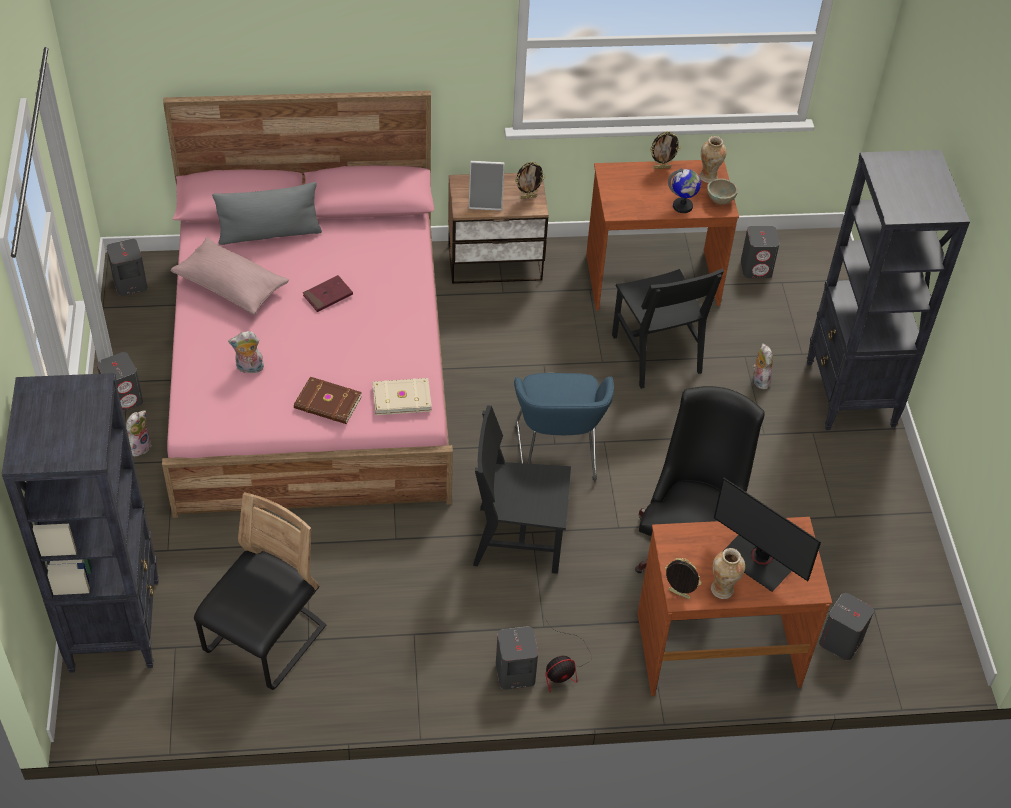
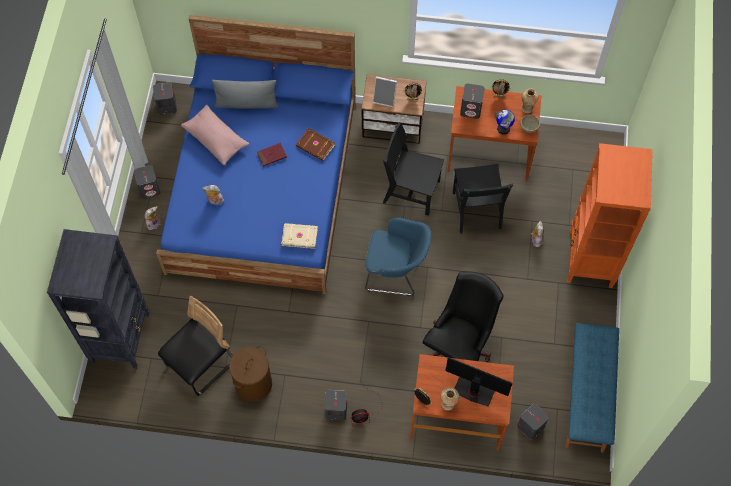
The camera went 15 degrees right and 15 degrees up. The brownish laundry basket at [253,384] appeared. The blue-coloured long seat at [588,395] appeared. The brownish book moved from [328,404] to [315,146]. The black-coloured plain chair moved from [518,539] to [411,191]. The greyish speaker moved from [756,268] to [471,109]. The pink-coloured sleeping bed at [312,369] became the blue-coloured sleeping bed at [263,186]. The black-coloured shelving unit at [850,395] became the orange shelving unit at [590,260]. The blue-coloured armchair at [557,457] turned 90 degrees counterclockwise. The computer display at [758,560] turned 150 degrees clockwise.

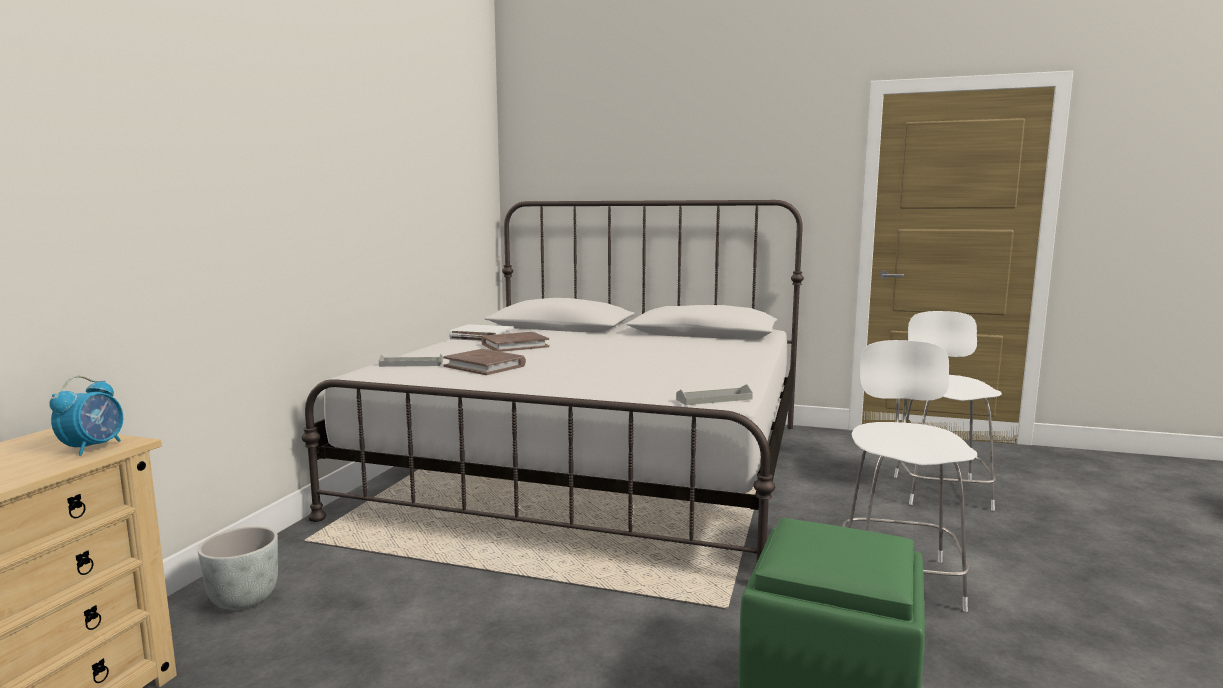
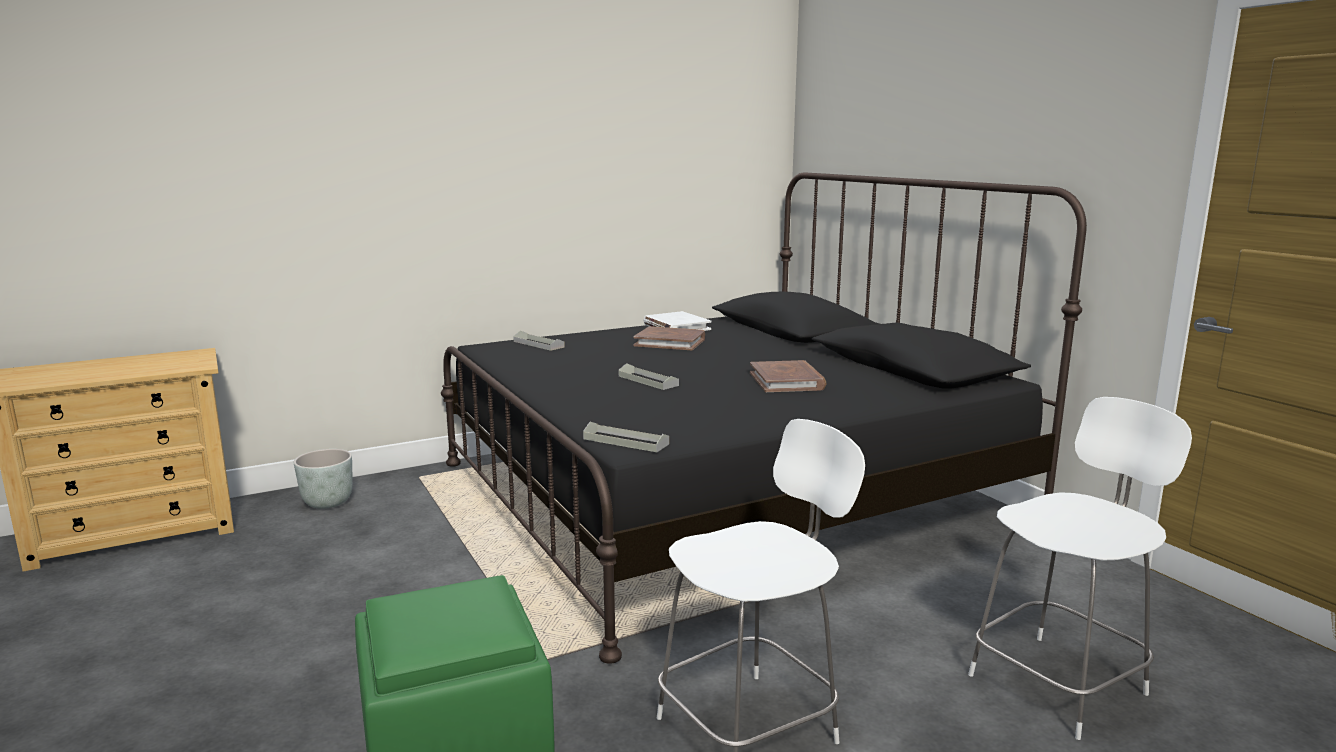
The camera went 45 degrees right and 5 degrees up. The alarm clock at [93,447] disappeared. The greyish carrying tray at [648,381] appeared. The brownish book moved from [485,366] to [786,381]. The white-coloured sleeping bed at [595,465] became the black-coloured sleeping bed at [722,494].

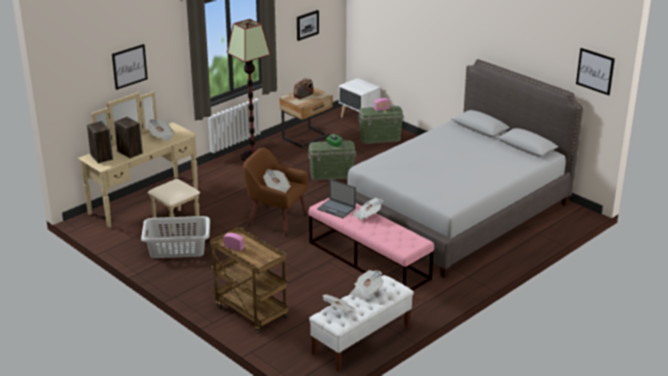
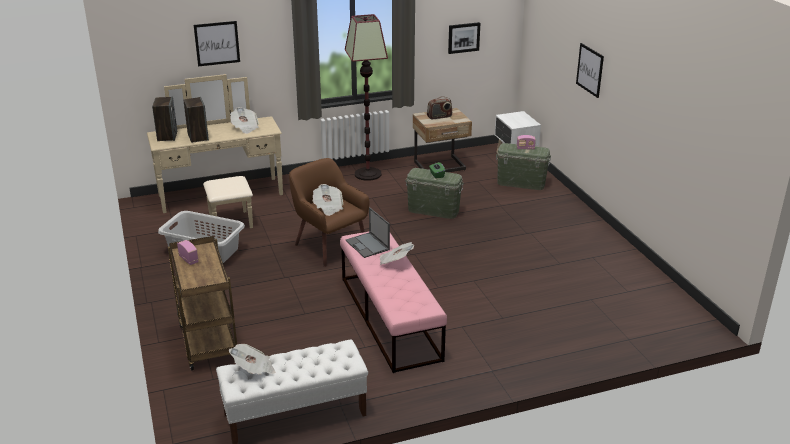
The camera went 25 degrees right and 0 degrees up. The greyish sleeping bed at [456,213] disappeared. The daily paper at [366,292] disappeared. The picture moved from [595,71] to [590,70].

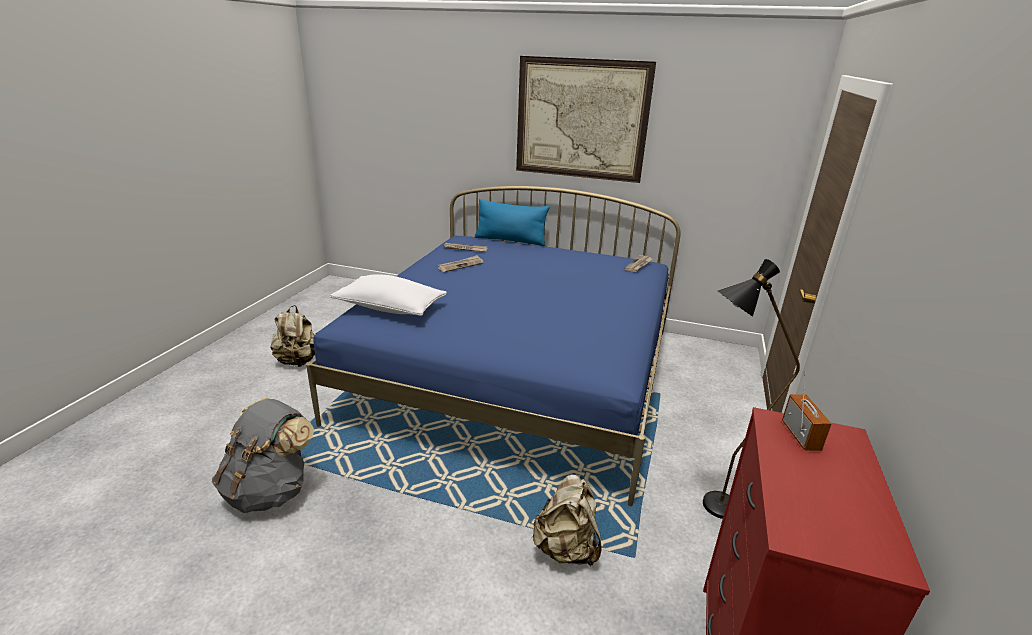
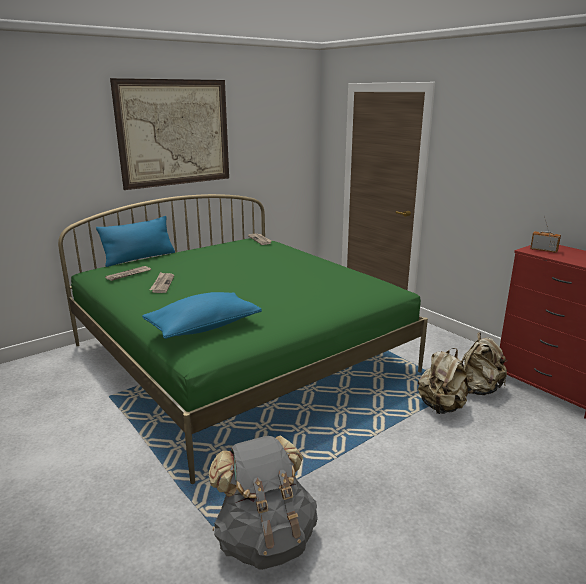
The camera went 55 degrees left and 5 degrees down. The black-coloured standing lamp at [708,508] disappeared. The beige rucksack moved from [298,361] to [478,389]. The blue-coloured sleeping bed at [517,372] became the green-coloured sleeping bed at [240,358]. The white-coloured cushion at [390,308] became the blue-coloured cushion at [203,327].

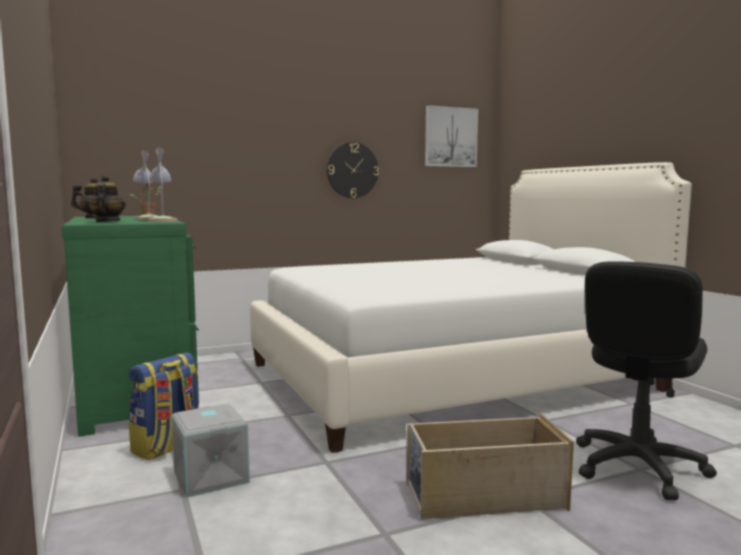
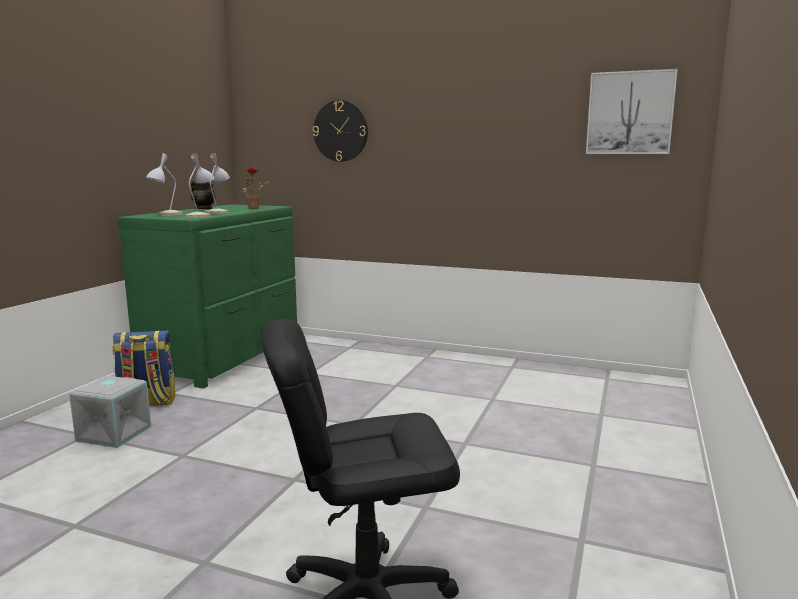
The camera went 45 degrees right and 5 degrees up. The white-coloured sleeping bed at [450,377] disappeared. The beige storage box at [483,497] disappeared. The hanging clock moved from [352,170] to [340,131]. The pot for tea at [107,222] was replaced by the table lamp at [166,215].

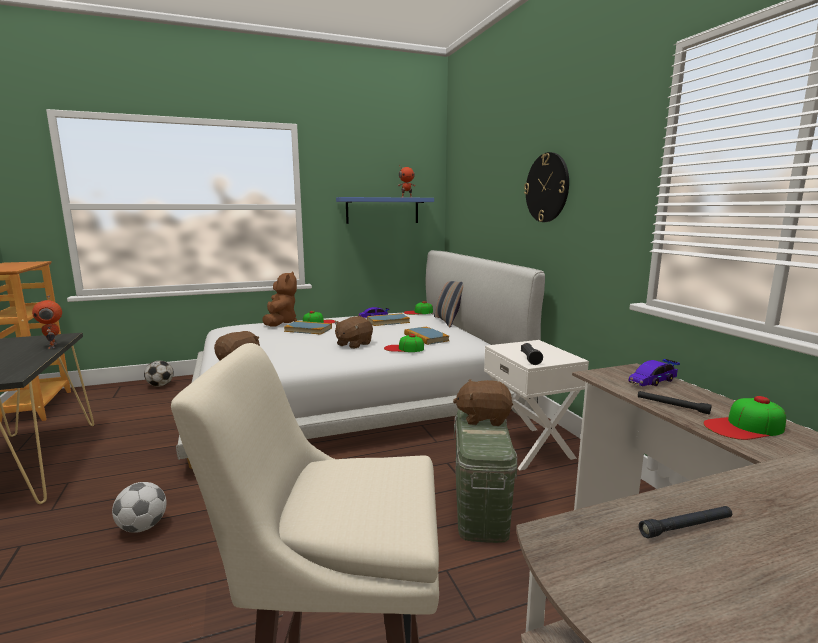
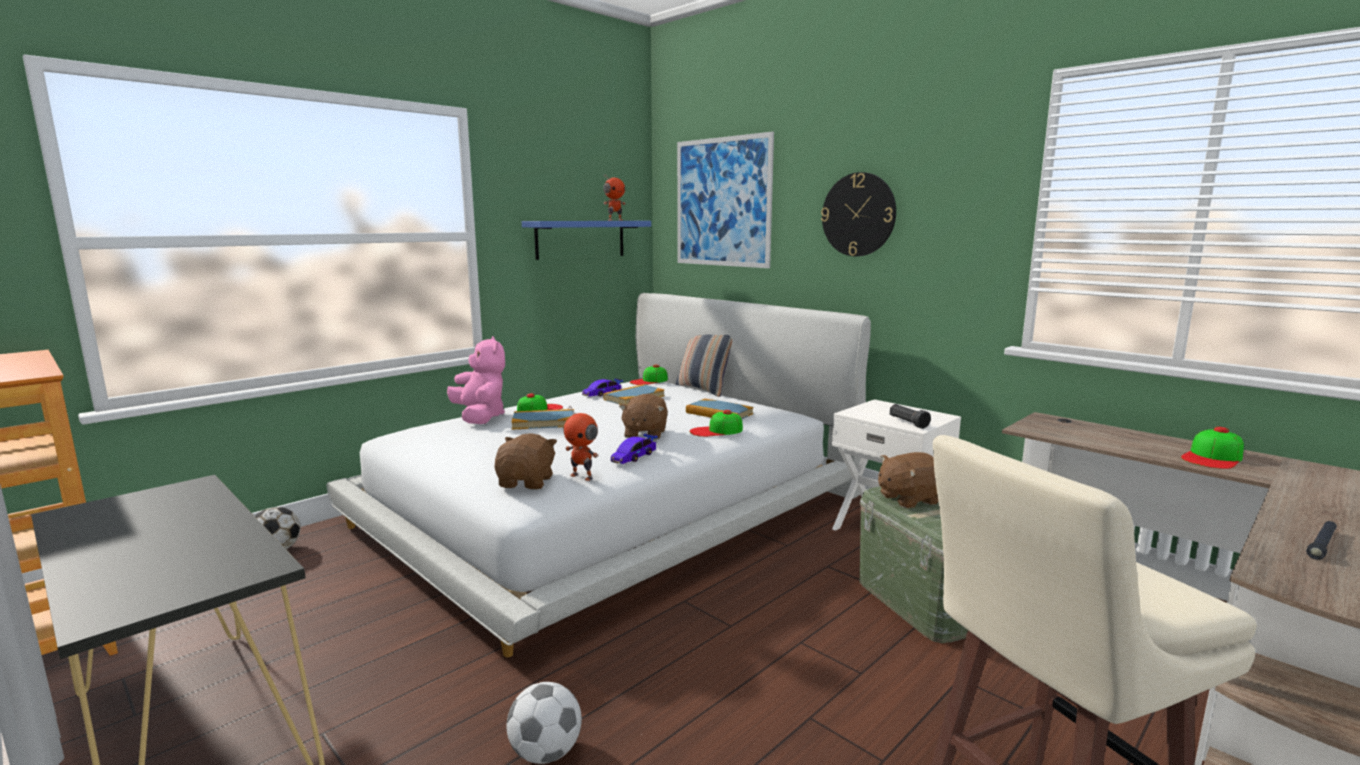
The camera went 25 degrees left and 0 degrees up. The black-coloured flashlight at [672,406] disappeared. The picture at [722,202] appeared. The toy robot moved from [53,346] to [582,476]. The toy car moved from [652,381] to [634,457]. The brownish soft toy at [280,323] became the pink-coloured soft toy at [480,417].

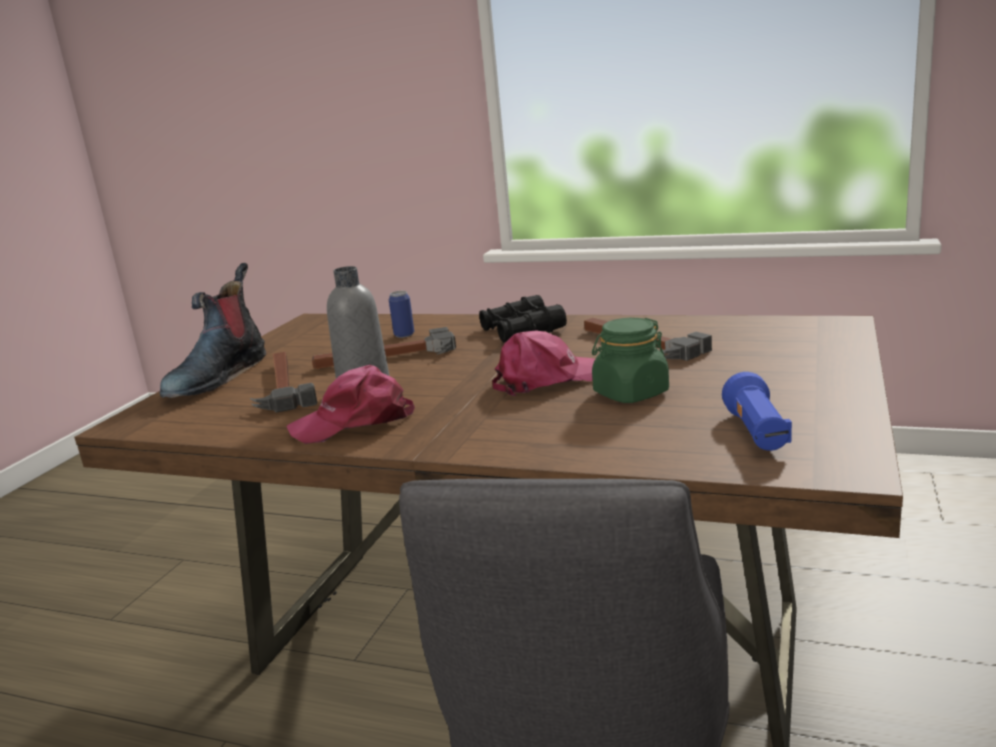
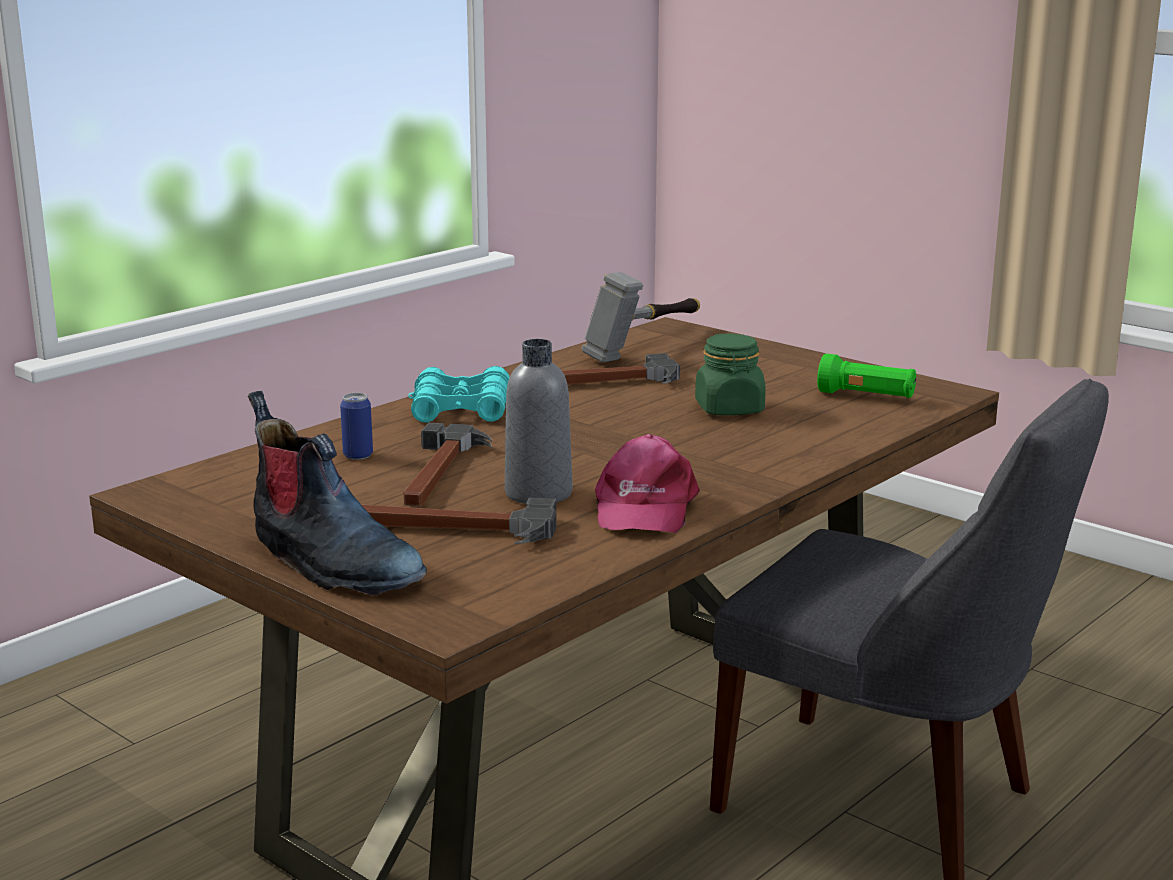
The camera went 70 degrees left and 0 degrees up. The pink-coloured baseball cap at [547,379] disappeared. The hand hammer at [645,346] appeared. The black-coloured pair of binoculars at [522,330] became the turquoise-coloured pair of binoculars at [461,409]. The blue-coloured flashlight at [757,433] became the green-coloured flashlight at [866,396].

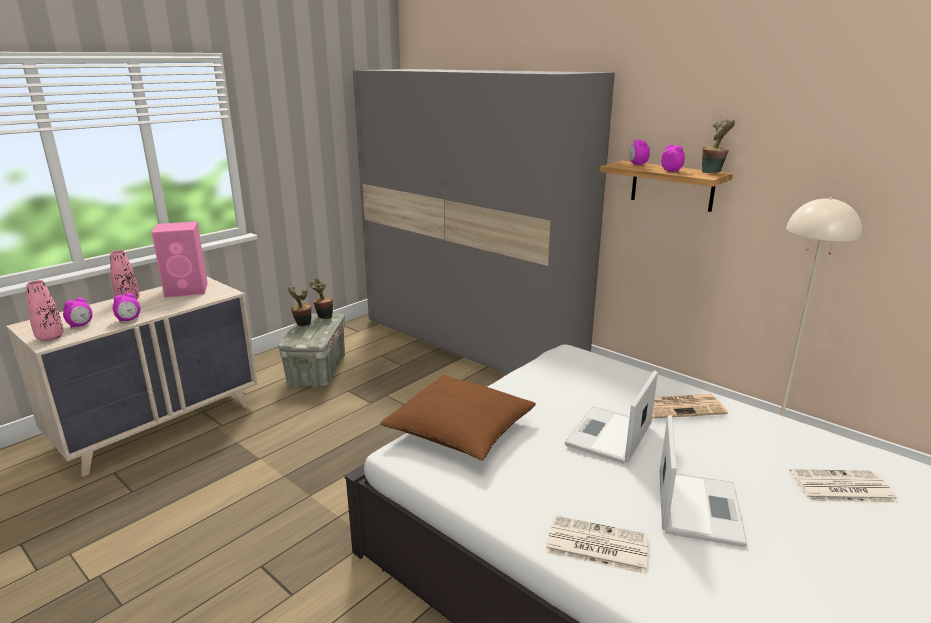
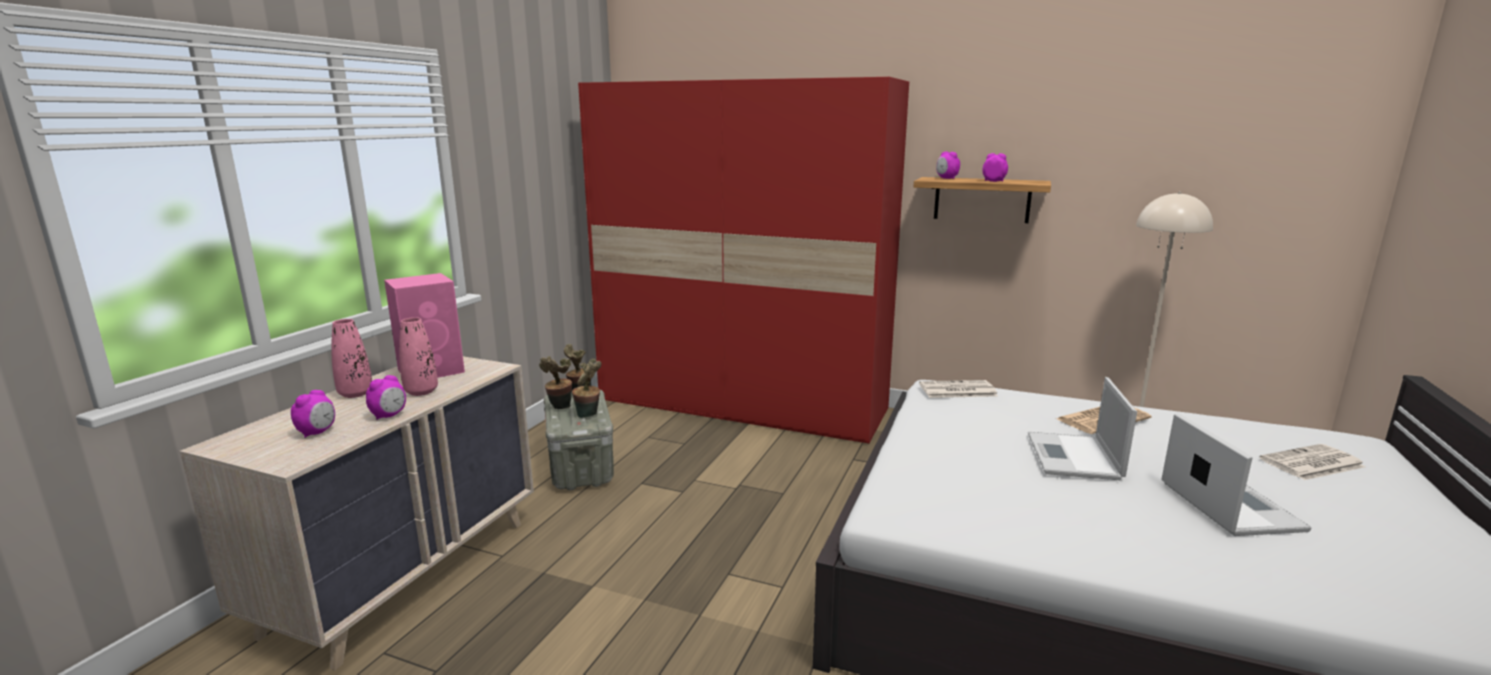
The camera went 20 degrees left and 5 degrees down. The brownish cushion at [460,430] disappeared. The pink-coloured decorative vase moved from [50,337] to [421,392]. The daily paper moved from [595,545] to [956,390]. The plant in a pot moved from [713,173] to [589,415]. The greyish wardrobe at [472,340] became the red wardrobe at [742,404].

